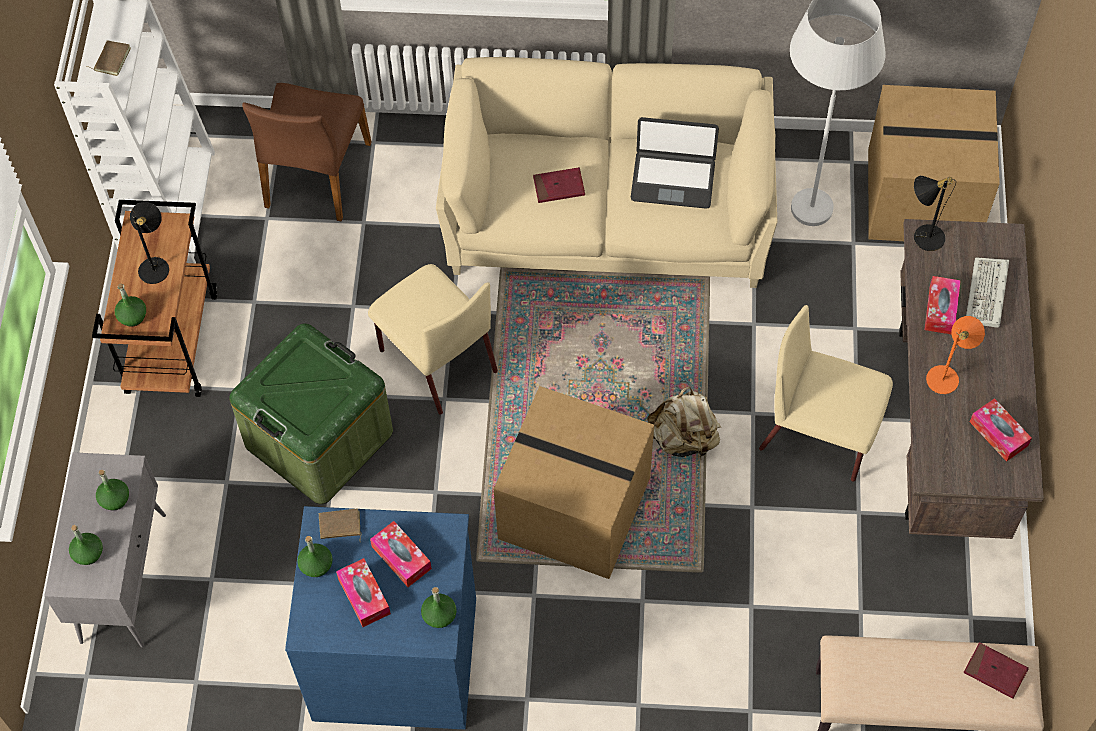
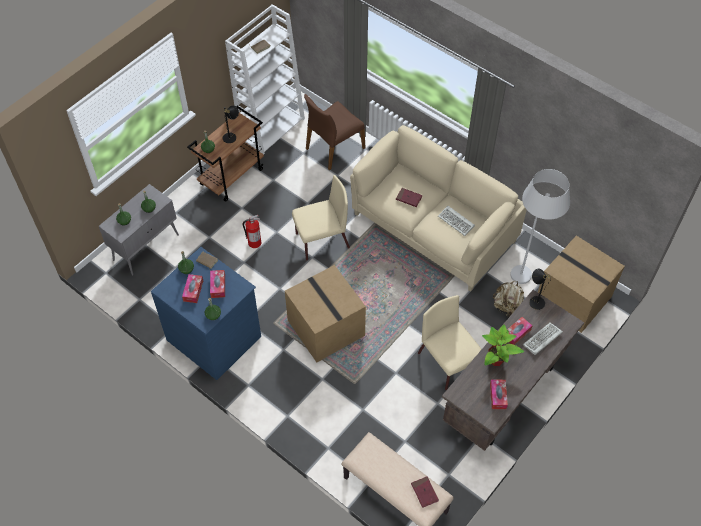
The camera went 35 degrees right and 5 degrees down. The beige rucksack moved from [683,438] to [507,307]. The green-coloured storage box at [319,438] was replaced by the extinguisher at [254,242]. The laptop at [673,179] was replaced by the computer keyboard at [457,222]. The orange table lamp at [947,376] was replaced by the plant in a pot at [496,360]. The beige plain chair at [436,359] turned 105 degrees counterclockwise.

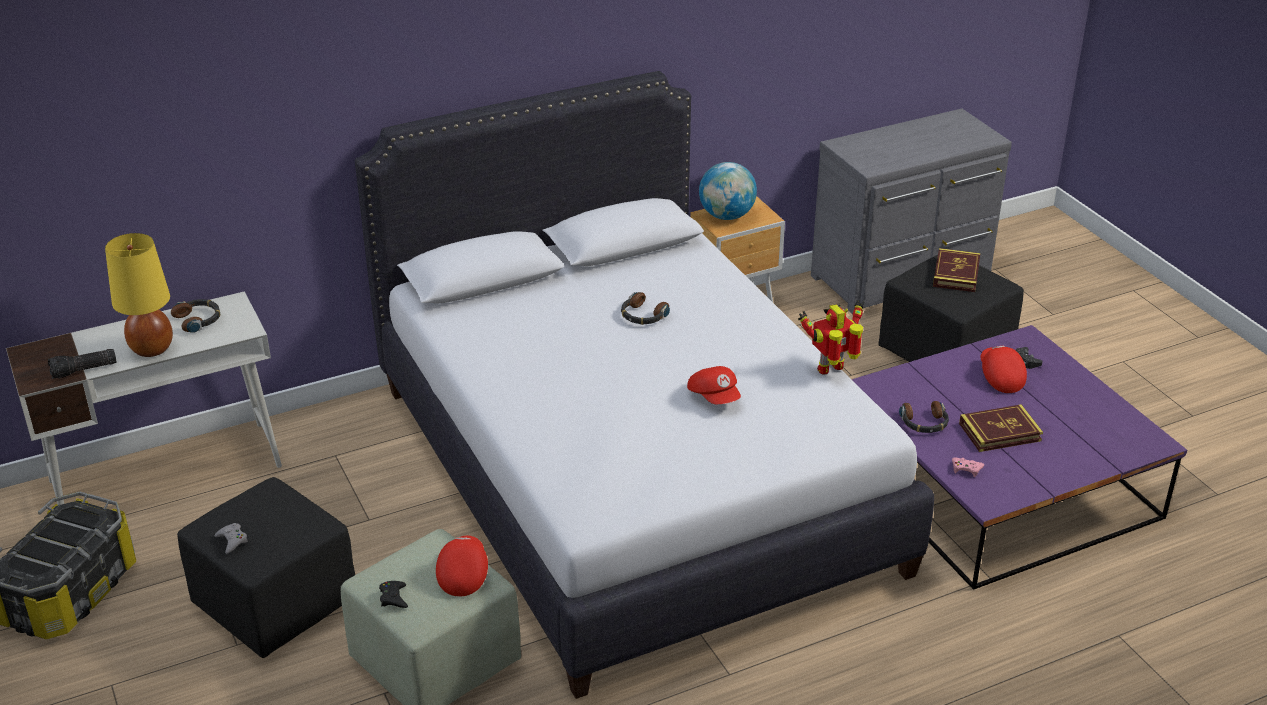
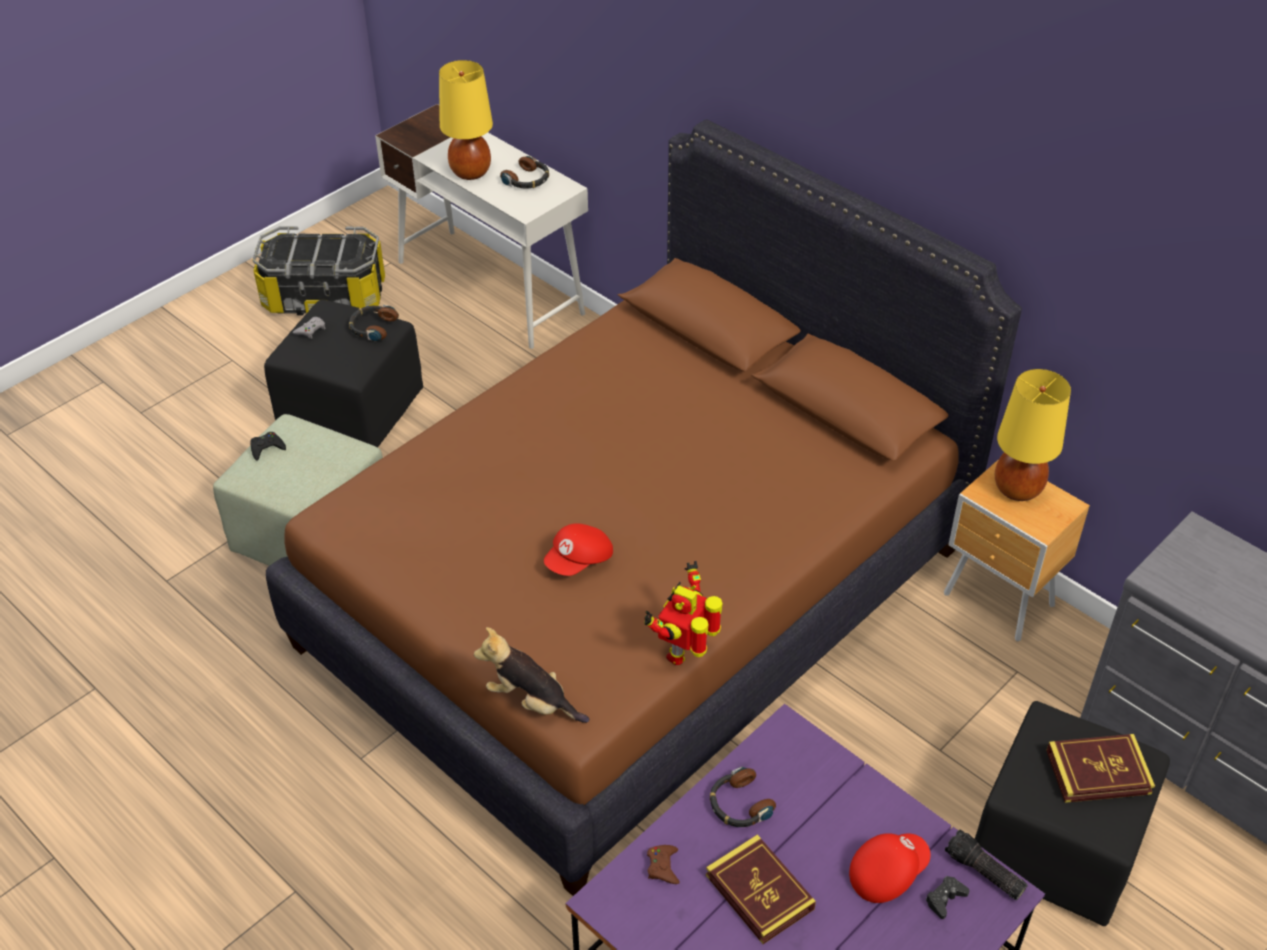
The camera went 70 degrees right and 10 degrees up. The red baseball cap at [462,574] disappeared. The soft toy at [532,701] appeared. The flashlight moved from [83,371] to [983,873]. The pair of headphones moved from [643,315] to [372,327]. The globe at [726,216] was replaced by the yellowish table lamp at [1017,489]. The white-coloured sleeping bed at [631,477] became the brownish sleeping bed at [634,595]. The pink-coloured joypad at [966,469] became the brownish joypad at [663,866]. The toy robot at [832,369] turned 105 degrees counterclockwise.

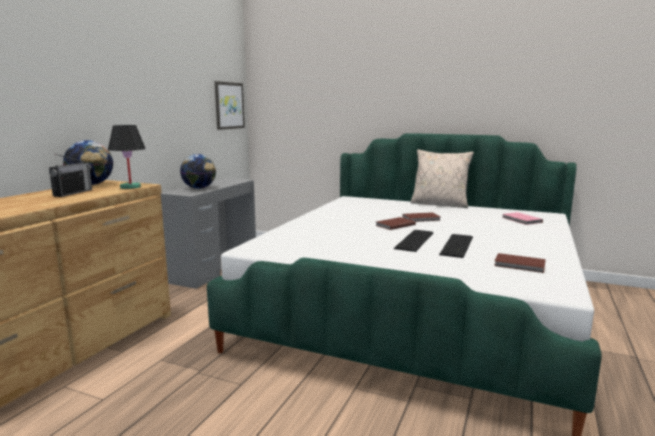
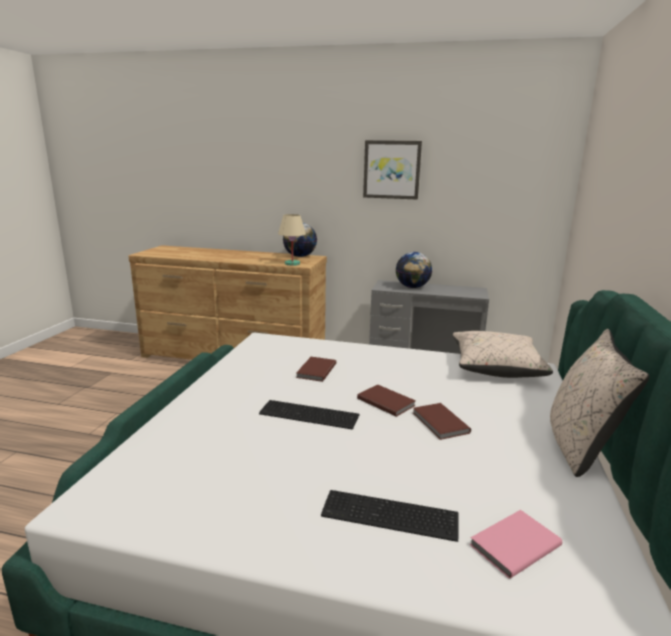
The camera went 80 degrees right and 5 degrees up. The radio set at [73,193] disappeared. The beige cushion at [496,367] appeared. The picture moved from [229,105] to [392,169]. The computer keyboard moved from [458,245] to [391,516]. The brownish book moved from [520,265] to [315,371]. The black-coloured table lamp at [130,187] became the beige table lamp at [292,264].

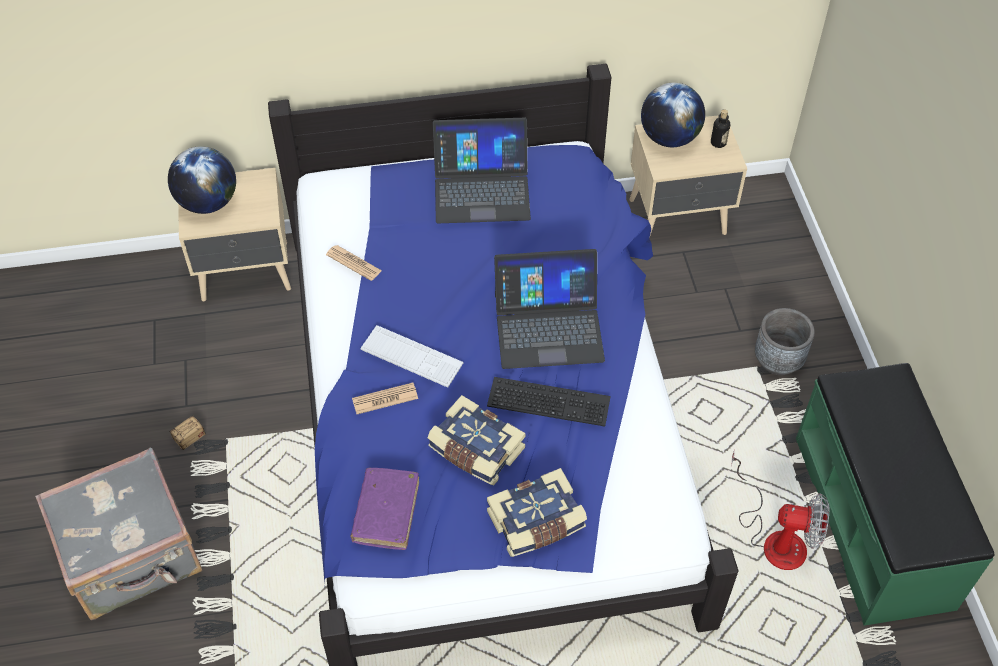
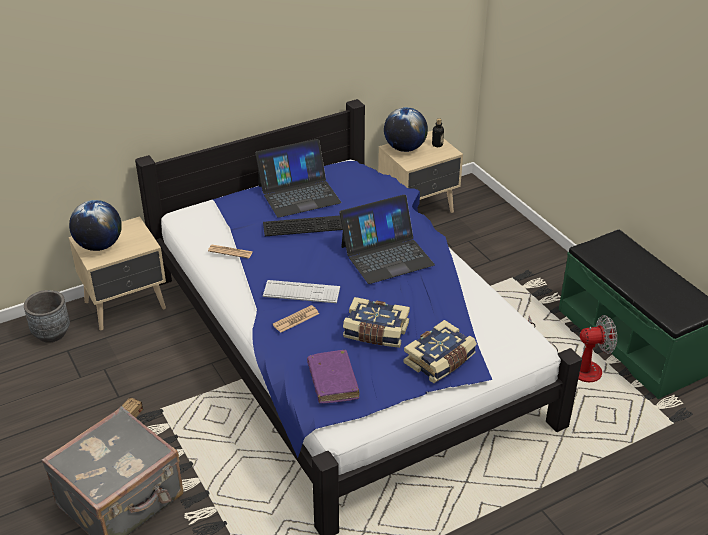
The camera went 20 degrees left and 15 degrees down. The computer keyboard moved from [550,400] to [303,225]. The greyish planter moved from [778,361] to [52,333].

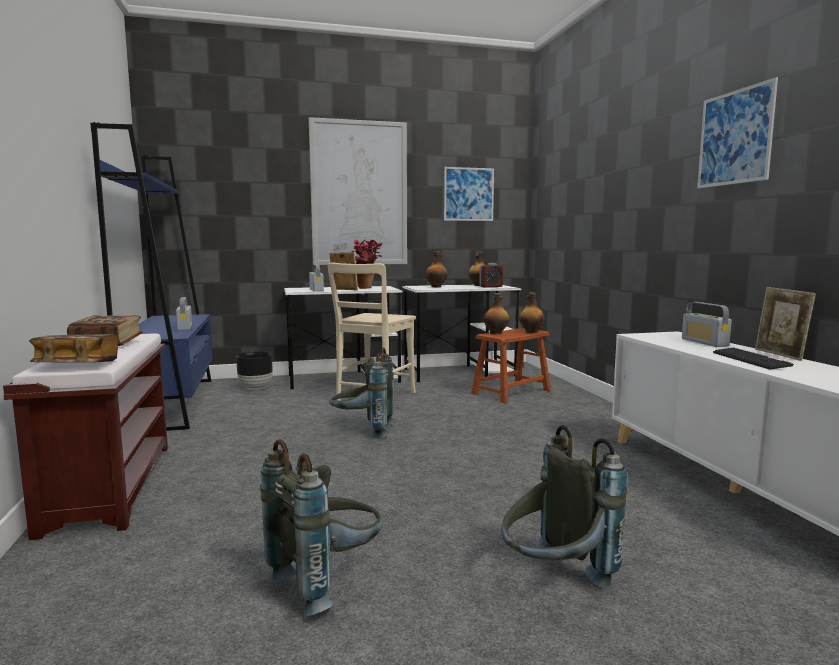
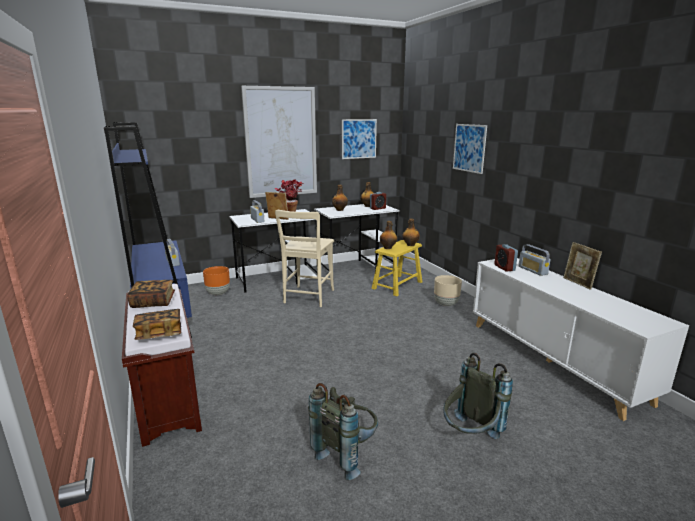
The camera went 10 degrees left and 10 degrees up. The greyish rucksack at [363,431] disappeared. The computer keyboard at [750,360] disappeared. The beige planter at [446,304] appeared. The alarm clock at [504,268] appeared. The picture moved from [735,137] to [469,148]. The black-coloured planter at [255,388] became the orange planter at [218,293]. The brownish sitting stool at [511,392] became the yellowish sitting stool at [397,285].

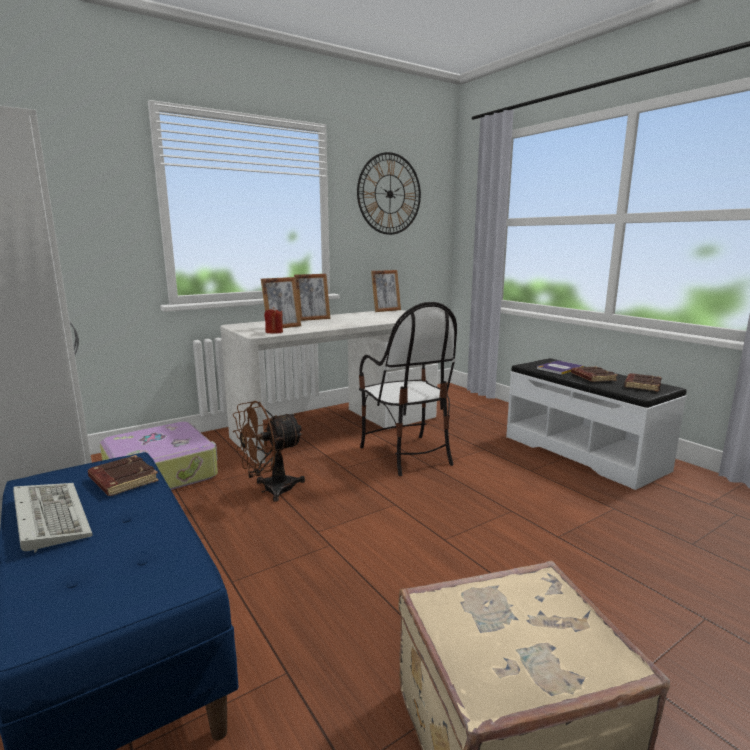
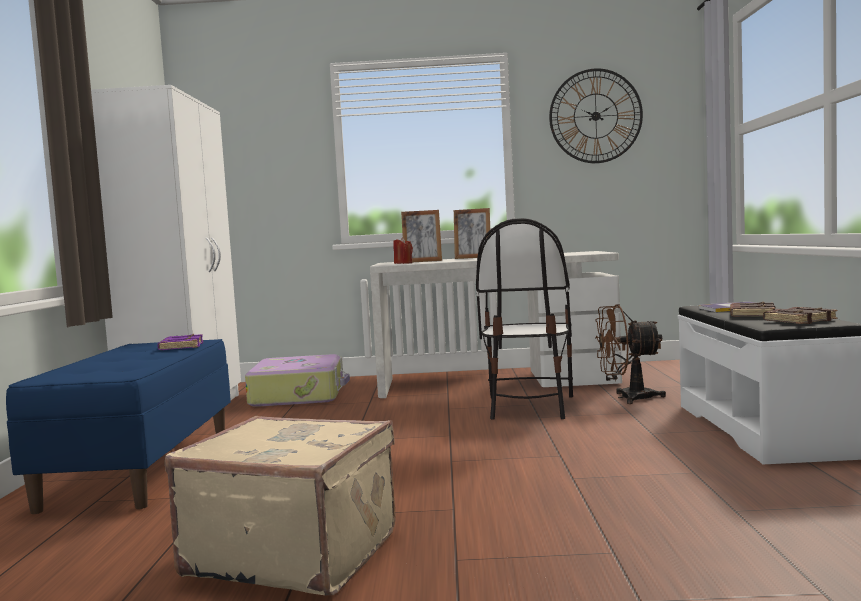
The camera went 35 degrees right and 10 degrees down. The computer keyboard at [48,517] disappeared. The photo frame at [386,310] disappeared. The brownish fan moved from [270,490] to [627,398]. The brownish book at [122,480] became the purplish book at [180,347].

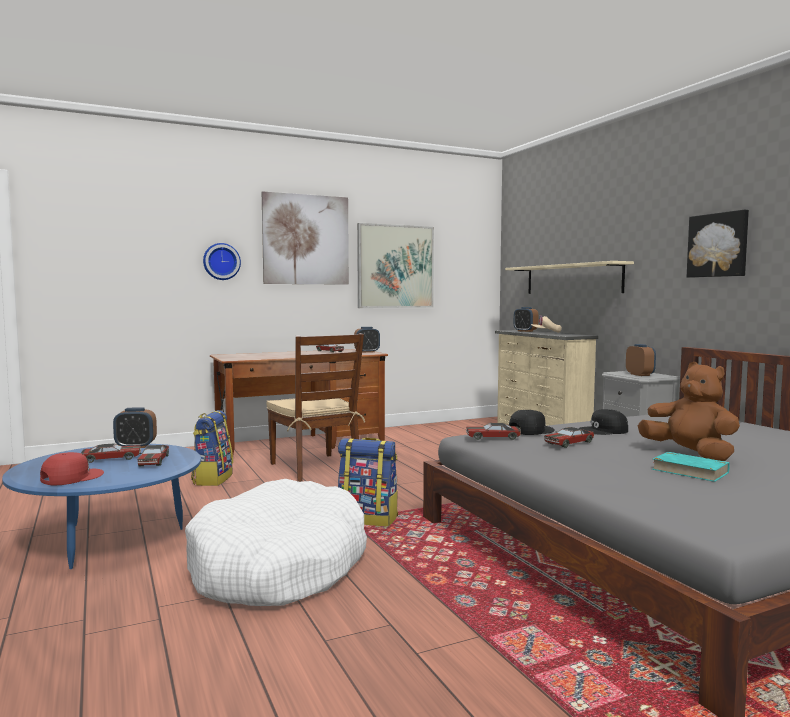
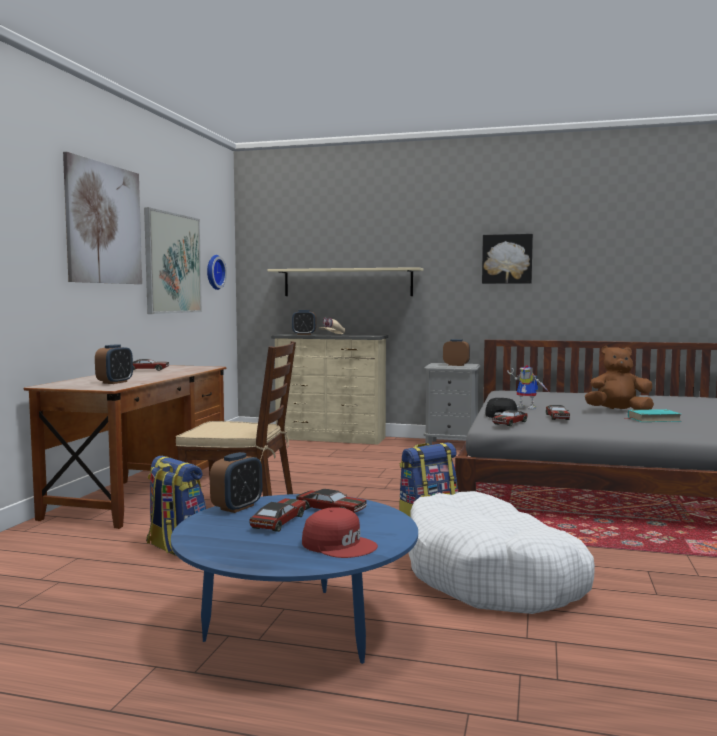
The camera went 50 degrees left and 0 degrees up. The hanging clock moved from [221,261] to [213,272]. The alarm clock moved from [367,352] to [115,382]. The black-coloured baseball cap at [604,430] was replaced by the toy robot at [528,408]. The red baseball cap at [71,477] turned 135 degrees clockwise.

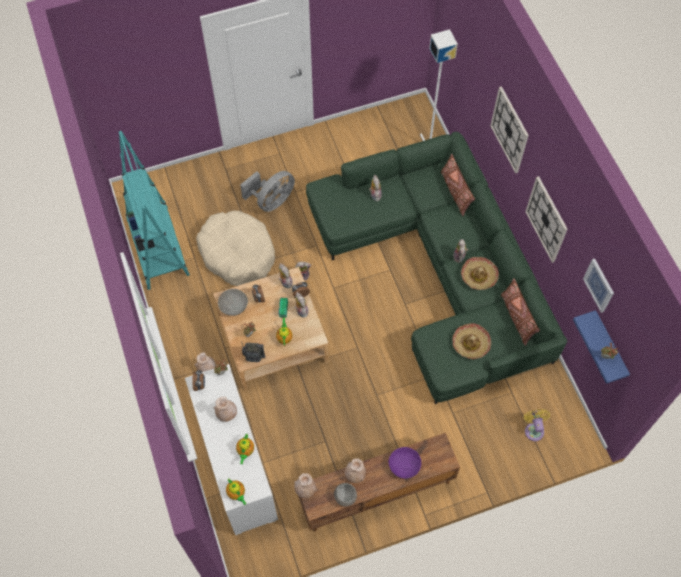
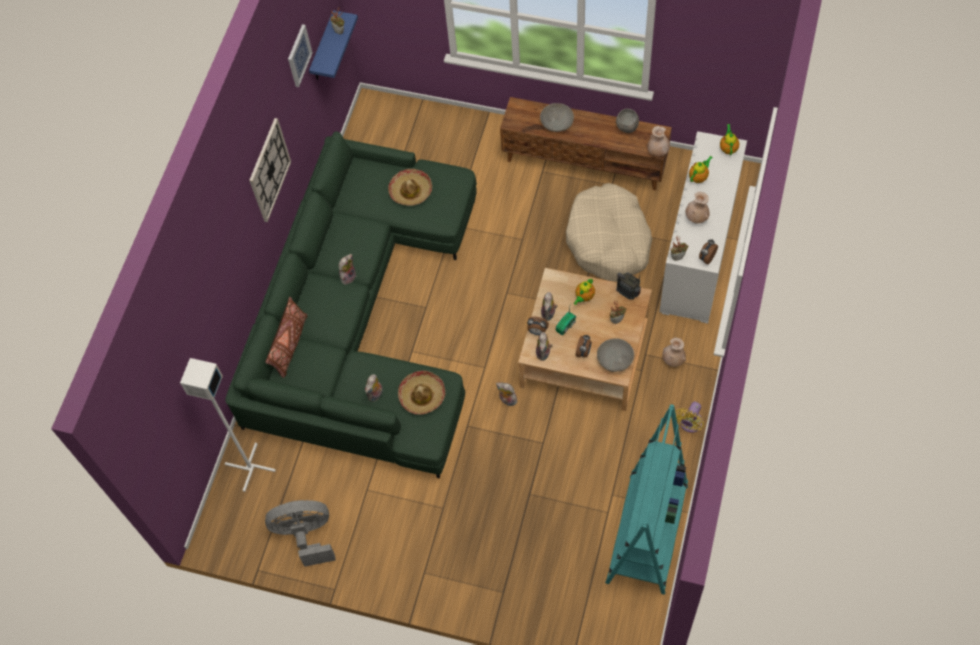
The camera went 140 degrees left and 0 degrees up. The beige decorative vase at [355,474] disappeared. The hanging clock at [509,130] disappeared. The brownish cushion at [517,318] disappeared. The beige pet bed moved from [237,253] to [608,240]. The greyish fan moved from [272,201] to [306,535]. The clothing hat moved from [479,276] to [422,395]. The yellowish fan moved from [534,429] to [689,424]. The purplish bowl at [404,465] became the greyish bowl at [556,123].

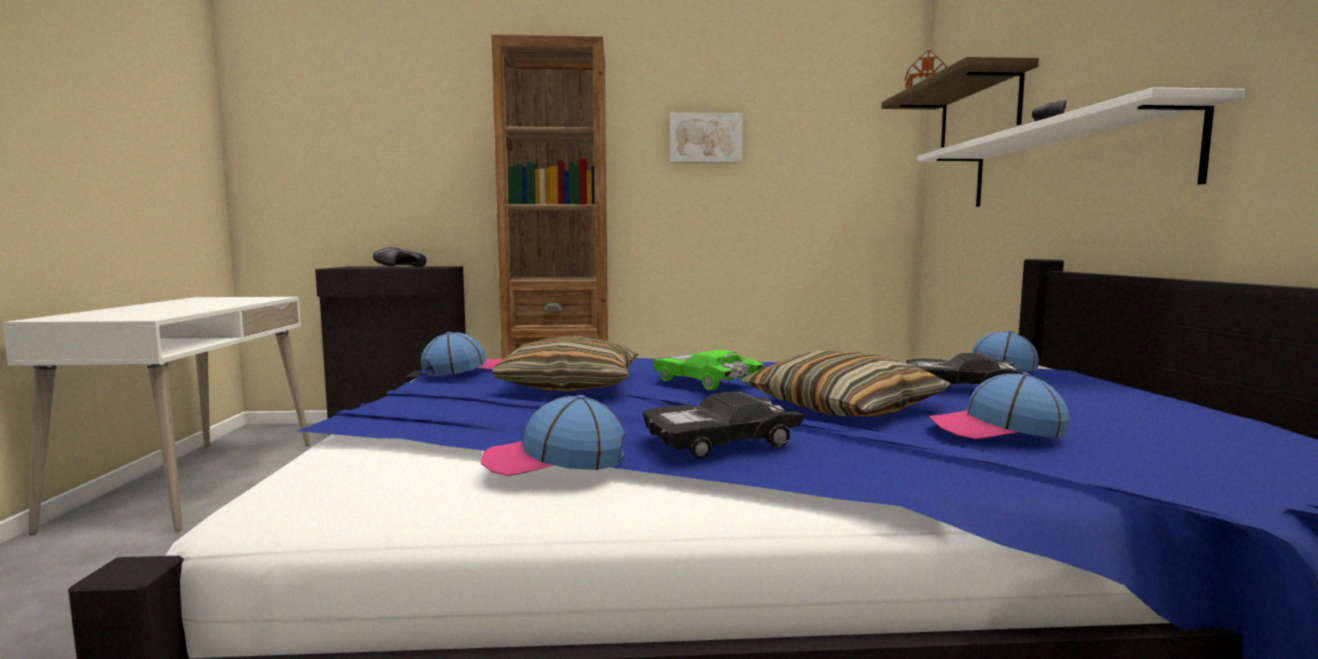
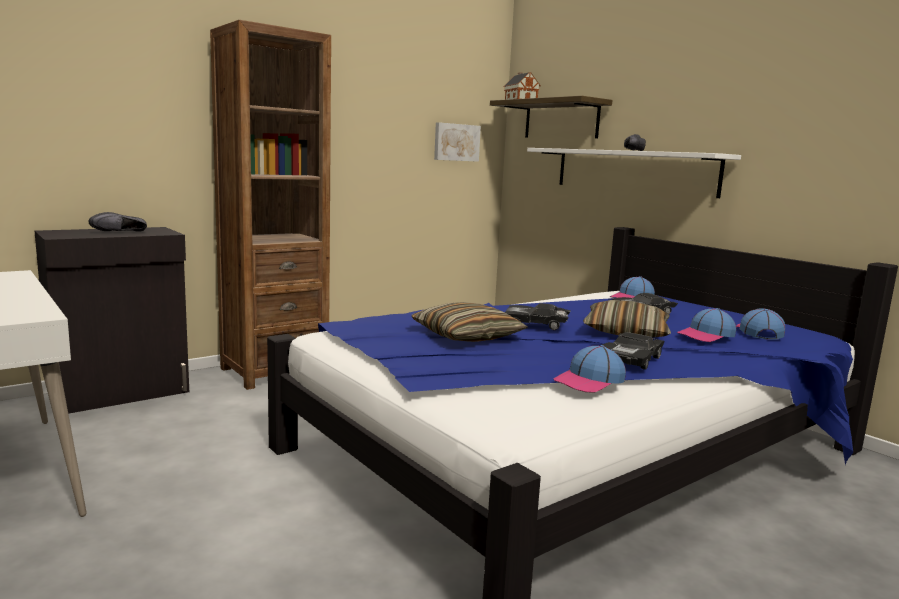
The camera went 35 degrees left and 5 degrees up. The baseball cap moved from [465,369] to [758,332]. The picture moved from [705,138] to [456,142]. The green-coloured toy car at [706,381] became the black-coloured toy car at [536,324].

